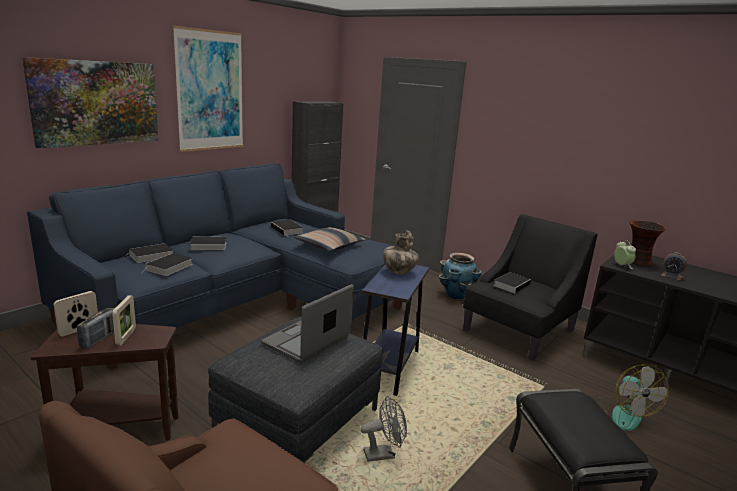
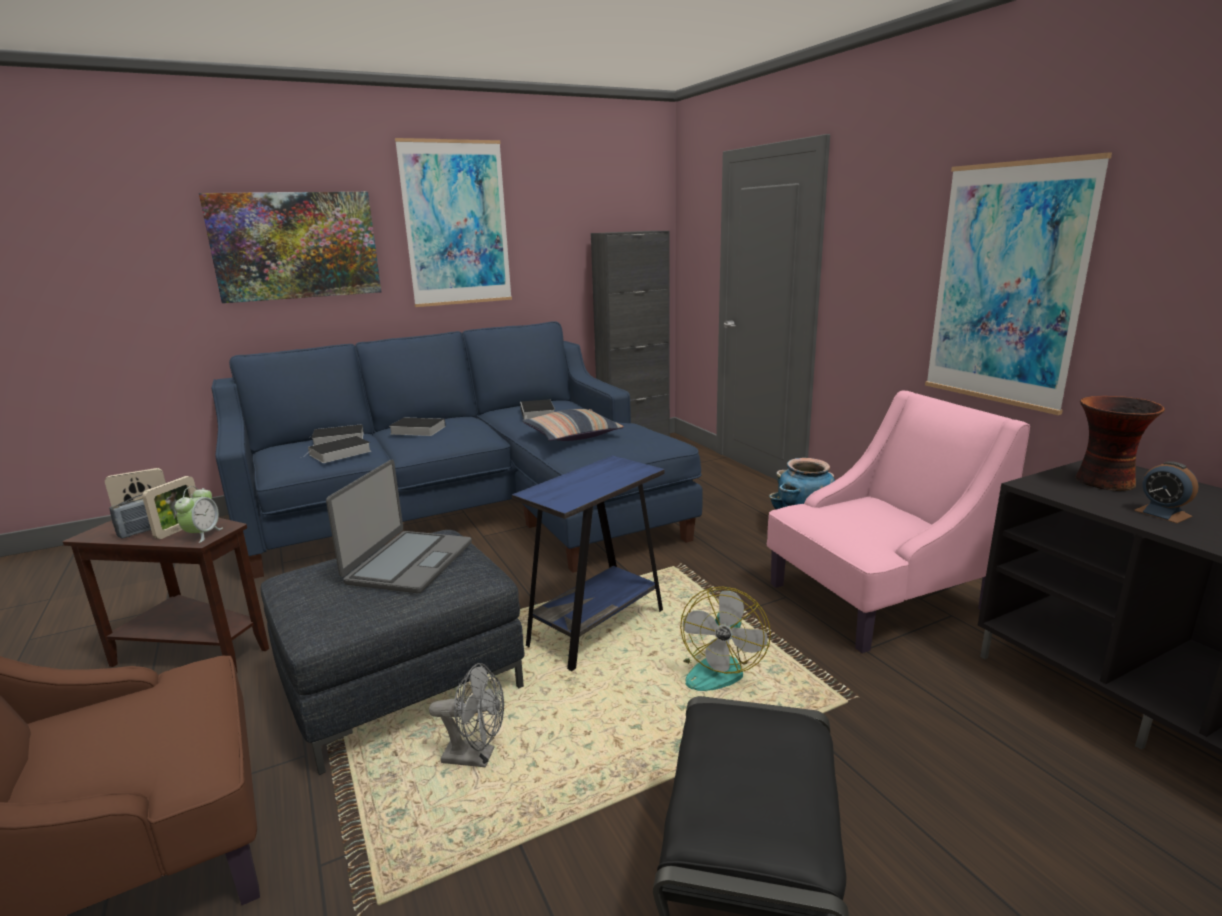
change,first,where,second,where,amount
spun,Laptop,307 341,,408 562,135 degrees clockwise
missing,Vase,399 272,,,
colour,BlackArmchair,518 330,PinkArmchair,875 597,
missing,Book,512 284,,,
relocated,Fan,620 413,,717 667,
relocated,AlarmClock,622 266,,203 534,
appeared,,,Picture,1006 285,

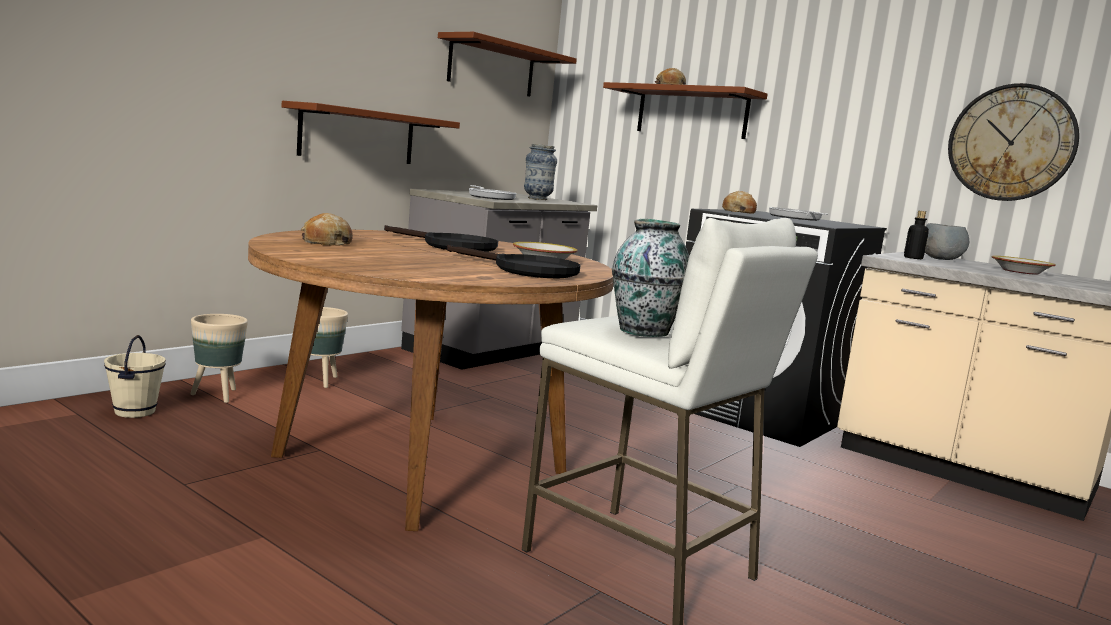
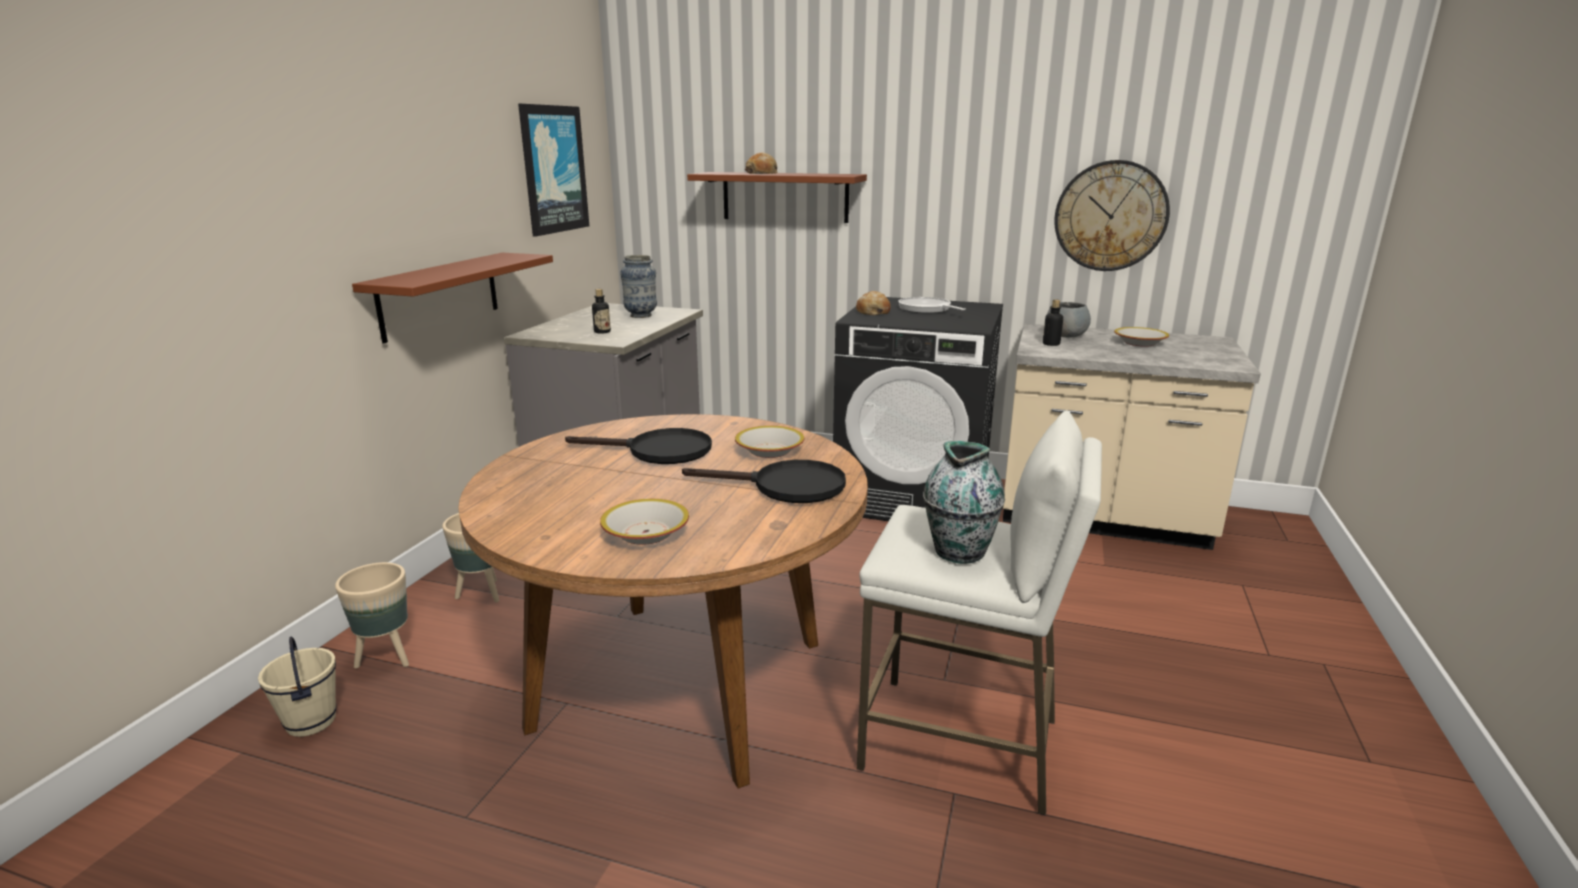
change,first,where,second,where,amount
missing,Bread,326 242,,,
exchanged,BrownShelf,492 67,Picture,553 169,
exchanged,FryingPan,490 197,Bottle,602 332,
appeared,,,Bowl,646 533,

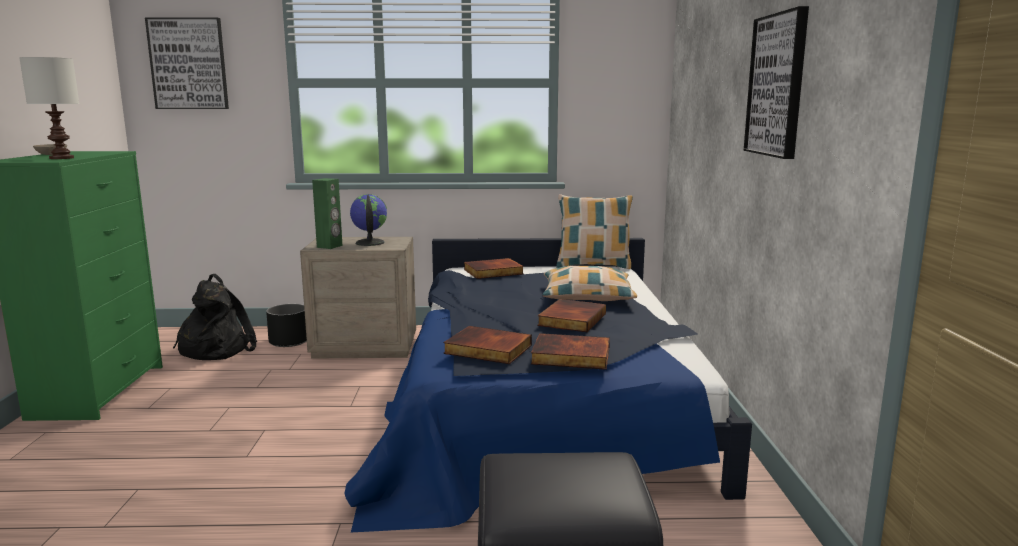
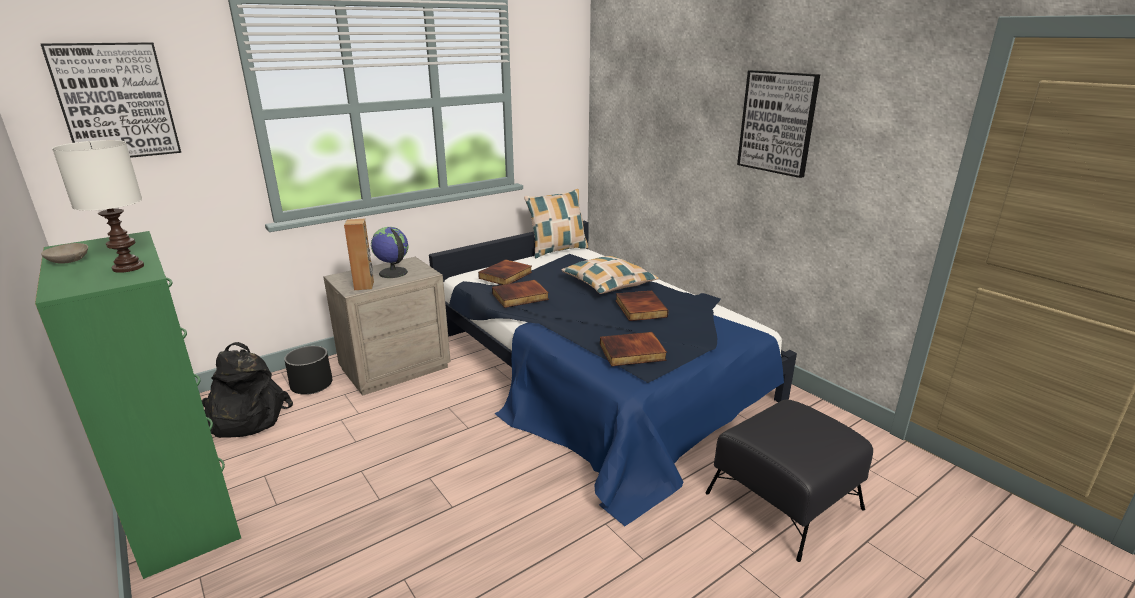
change,first,where,second,where,amount
colour,GreenSpeaker,330 246,BrownSpeaker,364 286,
relocated,Book,570 356,,520 297,

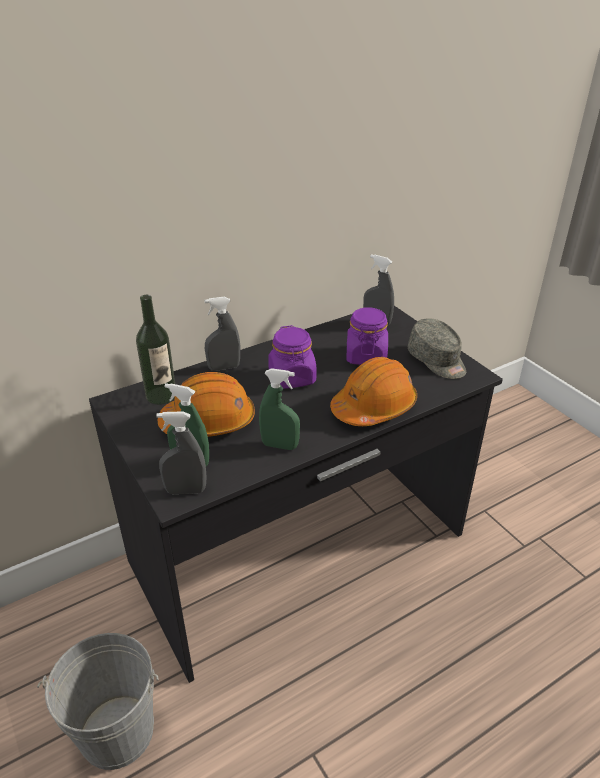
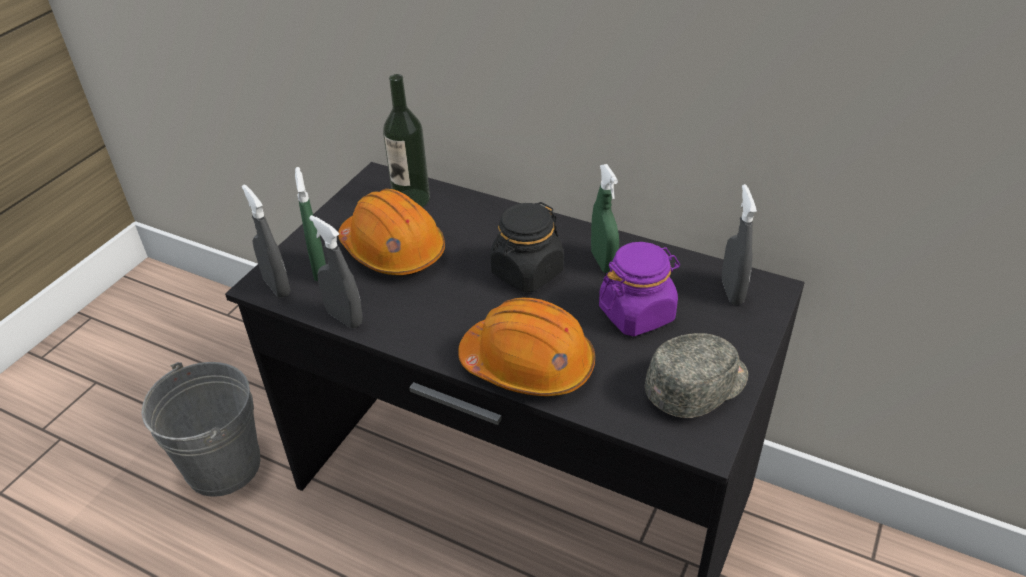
change,first,where,second,where,amount
relocated,GreySprayBottle,224 367,,344 318,
relocated,GreenSprayBottle,280 445,,603 262,
colour,PurpleJar,292 378,BlackJar,527 272,
spun,GreyCap,437 361,,698 387,150 degrees counterclockwise

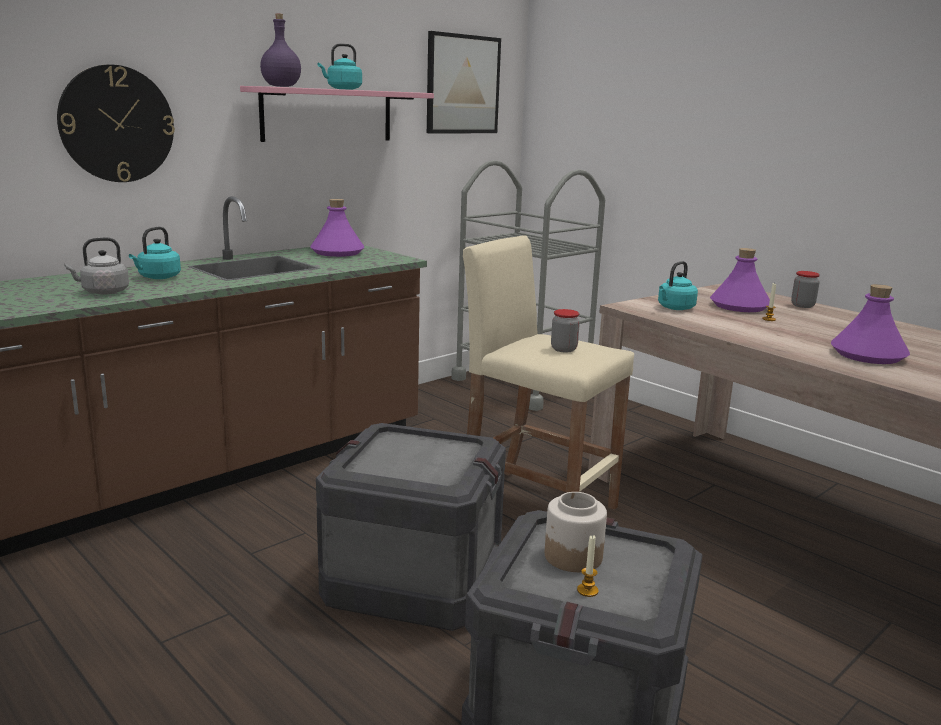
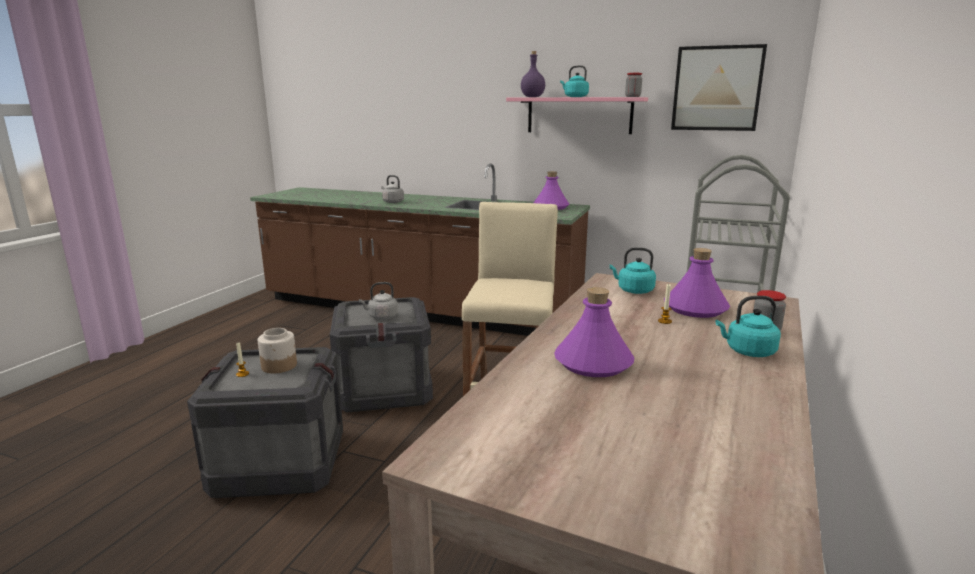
change,first,where,second,where,amount
missing,WallClock,117 124,,,
relocated,TurquoiseKettle,158 277,,747 351,
relocated,Jar,563 349,,632 97,
appeared,,,GreyKettle,381 317,

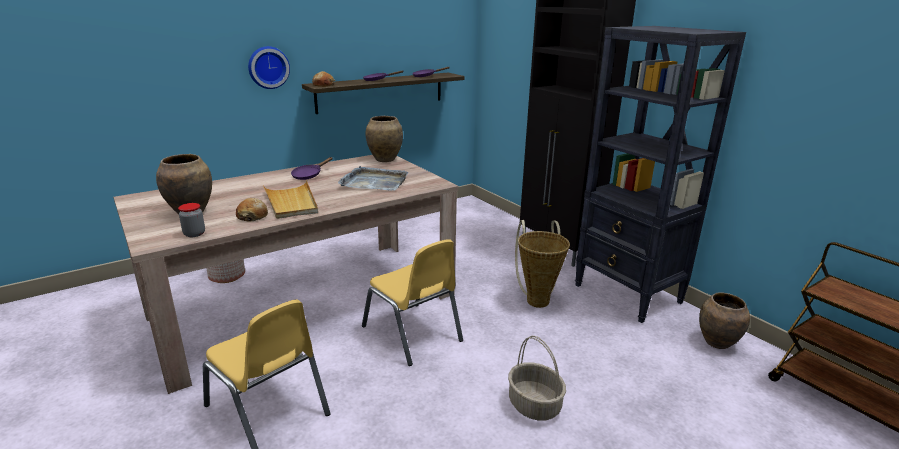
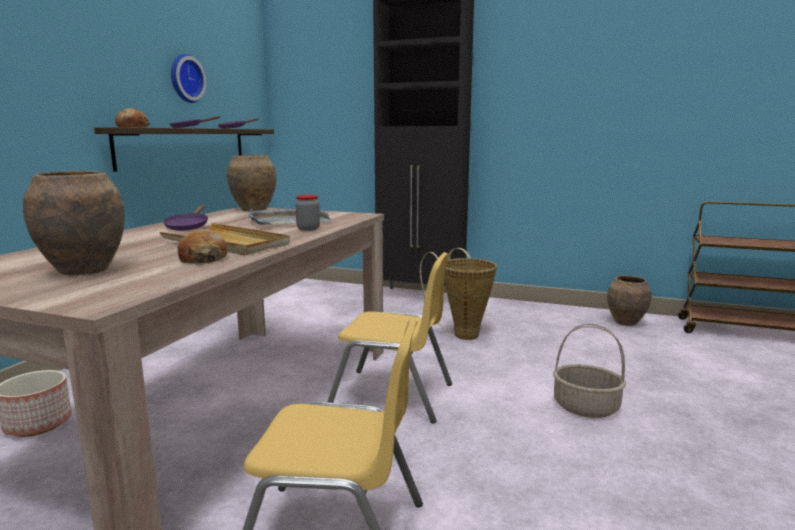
change,first,where,second,where,amount
relocated,Jar,194 234,,308 229,
relocated,WallClock,268 67,,185 78,
missing,BlackBookcase,628 294,,,

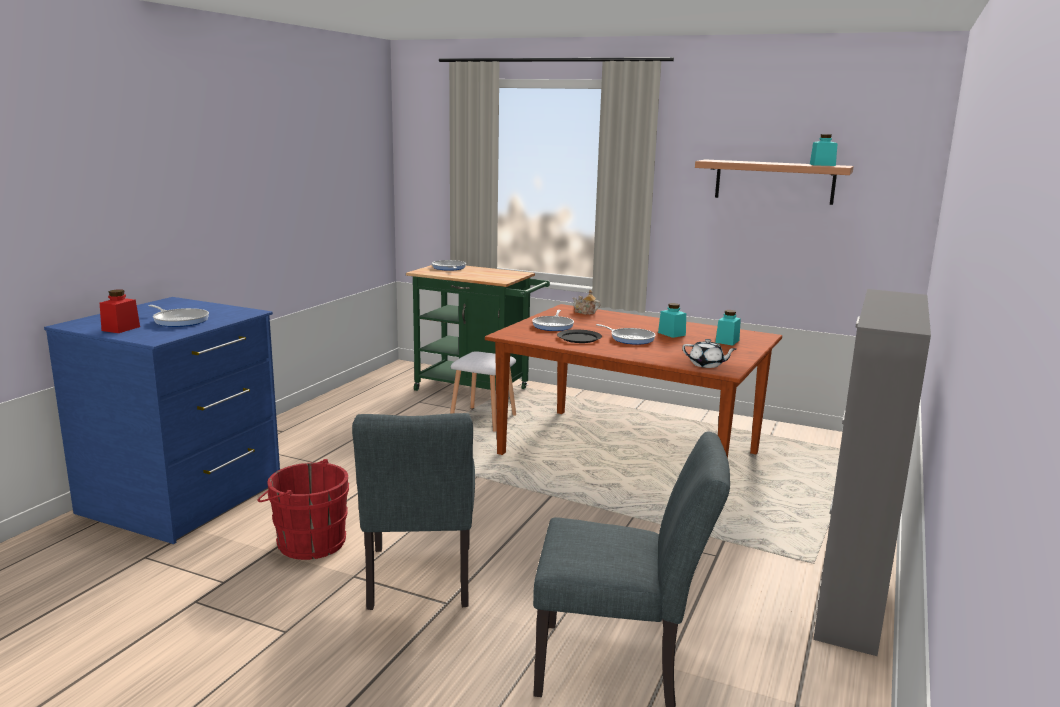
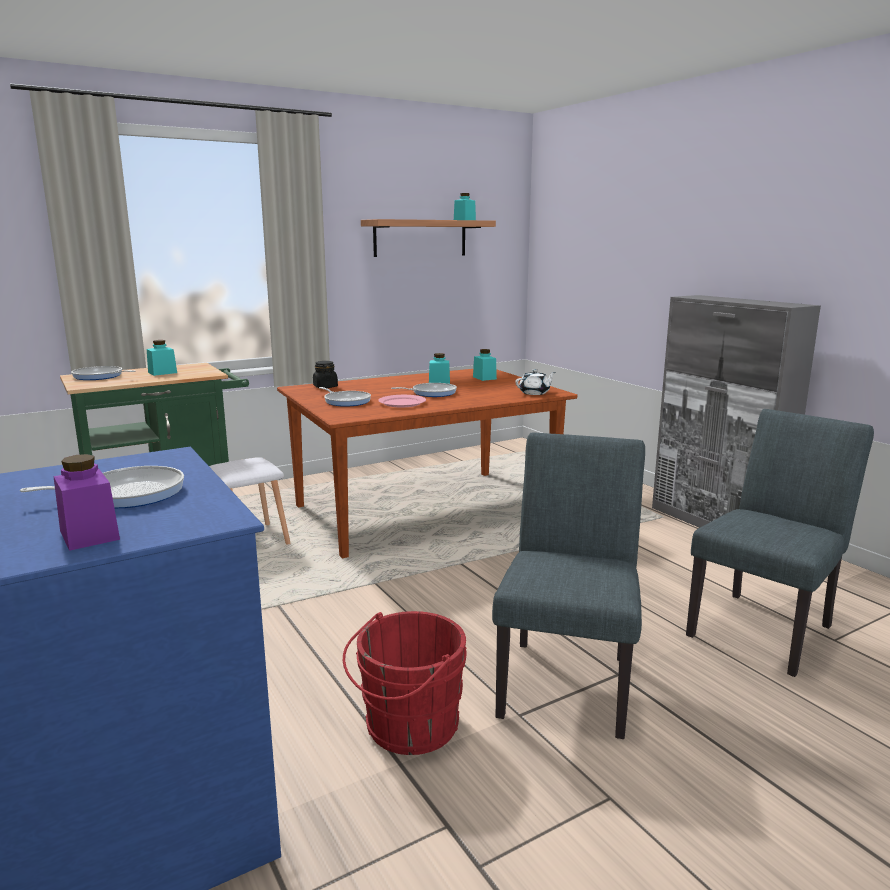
change,first,where,second,where,amount
colour,RedJar,121 328,PurpleJar,89 535,
spun,GreyChair,419 583,,567 678,105 degrees counterclockwise
colour,BlackPlate,579 338,PinkPlate,402 403,
exchanged,Teapot,585 312,BlackJar,325 387,
appeared,,,TurquoiseJar,162 373,

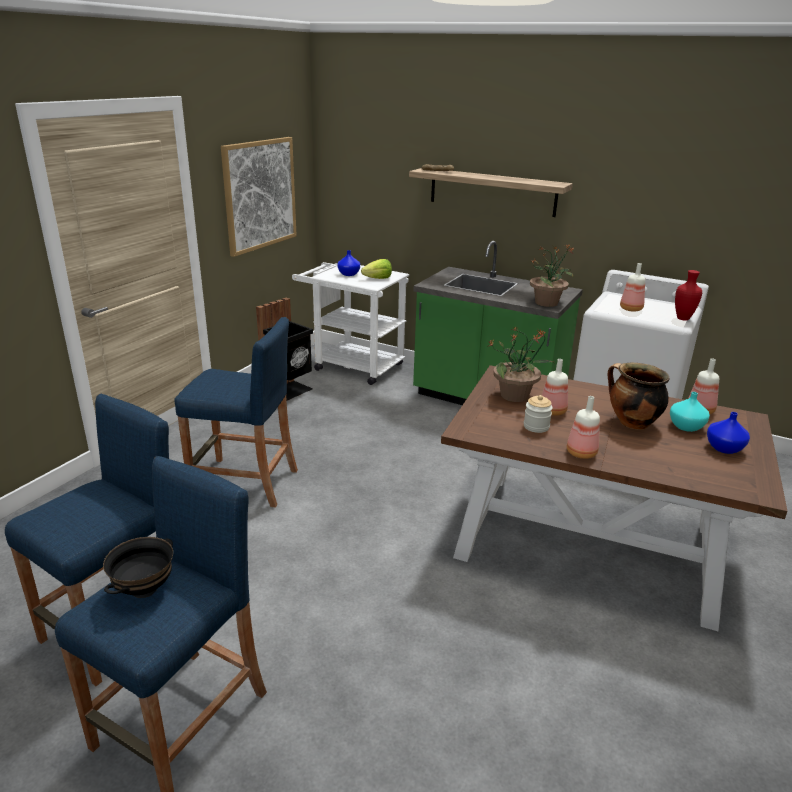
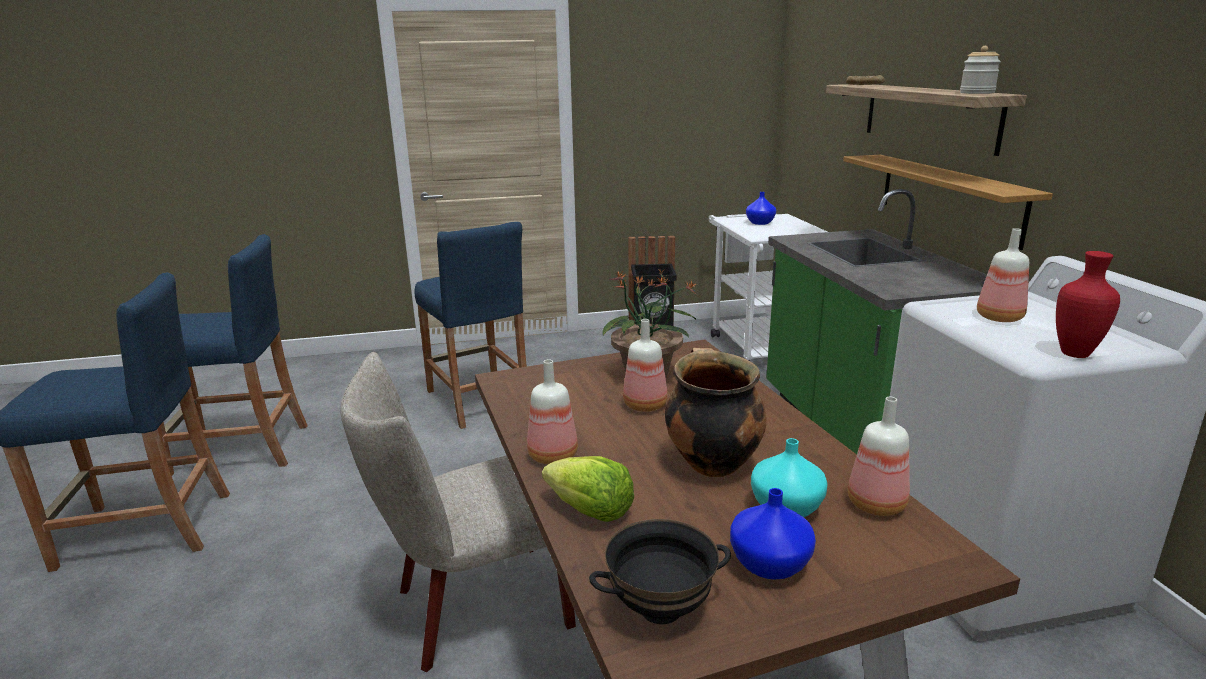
change,first,where,second,where,amount
relocated,BlackBowl,145 590,,660 610,
missing,Picture,260 194,,,
relocated,Lettuce,378 279,,590 511,
relocated,Jar,536 426,,977 93,
missing,PottedPlant,547 303,,,
appeared,,,BeigeChair,471 609,
appeared,,,Shelf,948 197,

